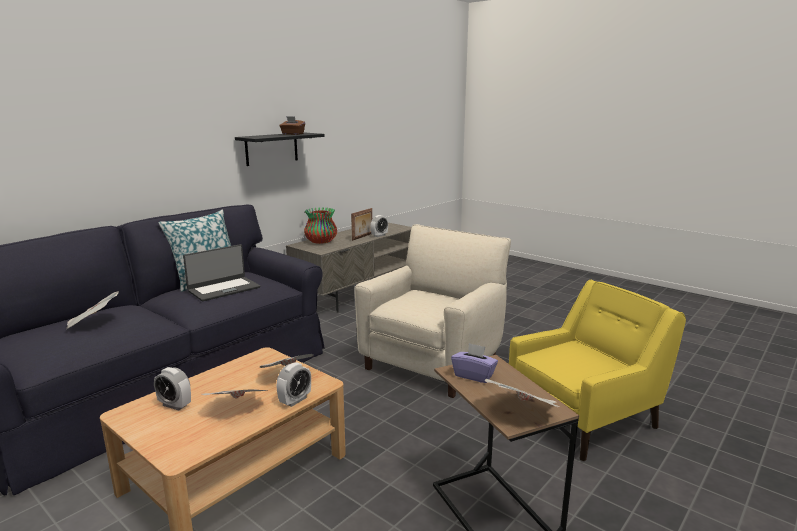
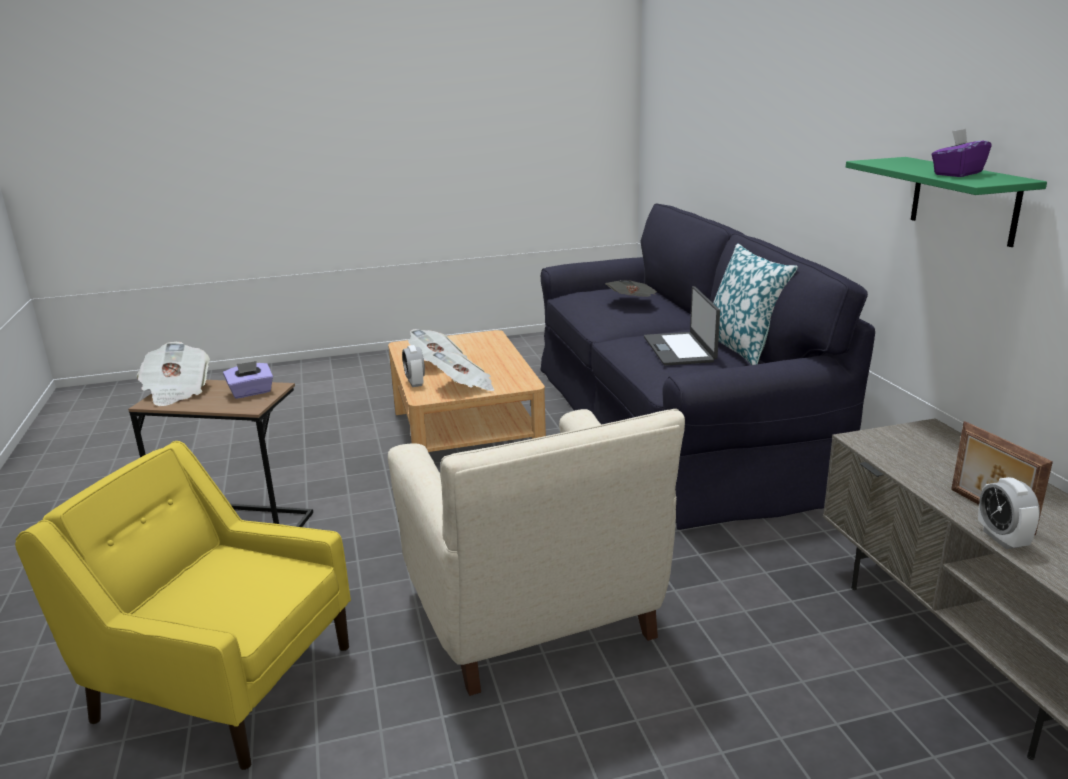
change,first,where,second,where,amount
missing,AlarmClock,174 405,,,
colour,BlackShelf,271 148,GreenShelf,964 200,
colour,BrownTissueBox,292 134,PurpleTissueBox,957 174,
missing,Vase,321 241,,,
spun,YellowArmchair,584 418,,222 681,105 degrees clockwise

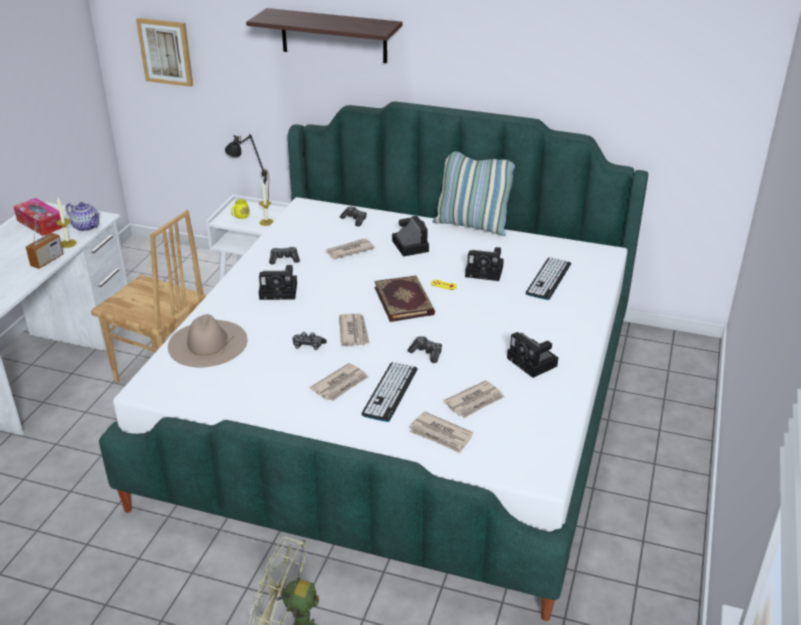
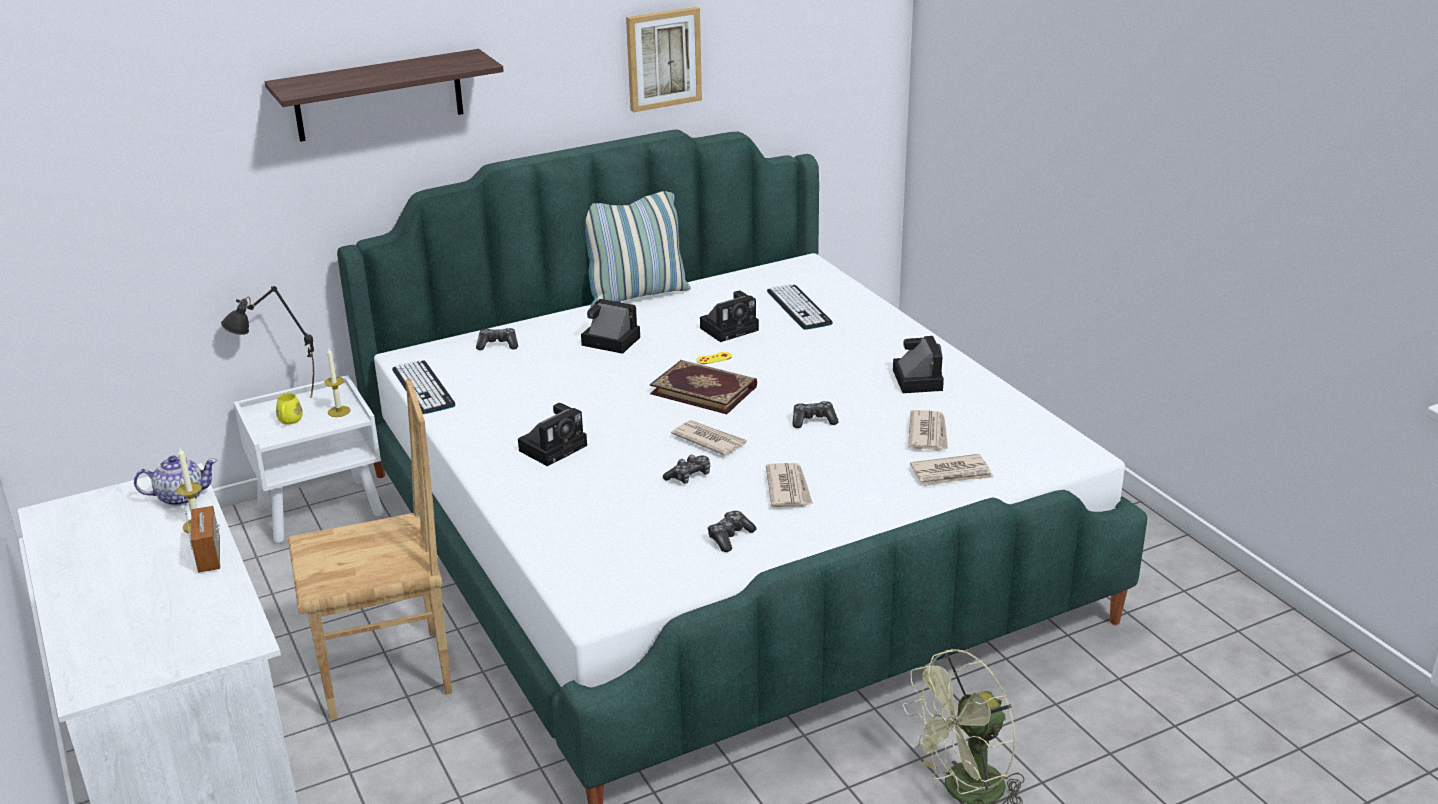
change,first,where,second,where,amount
missing,TissueBox,41 223,,,
relocated,Picture,166 51,,663 58,
missing,BeigeHat,207 343,,,
relocated,GameController,284 259,,730 537,
missing,Newspaper,349 250,,,
relocated,Keyboard,390 392,,423 388,
spun,PhotoCamera,533 363,,916 379,105 degrees counterclockwise

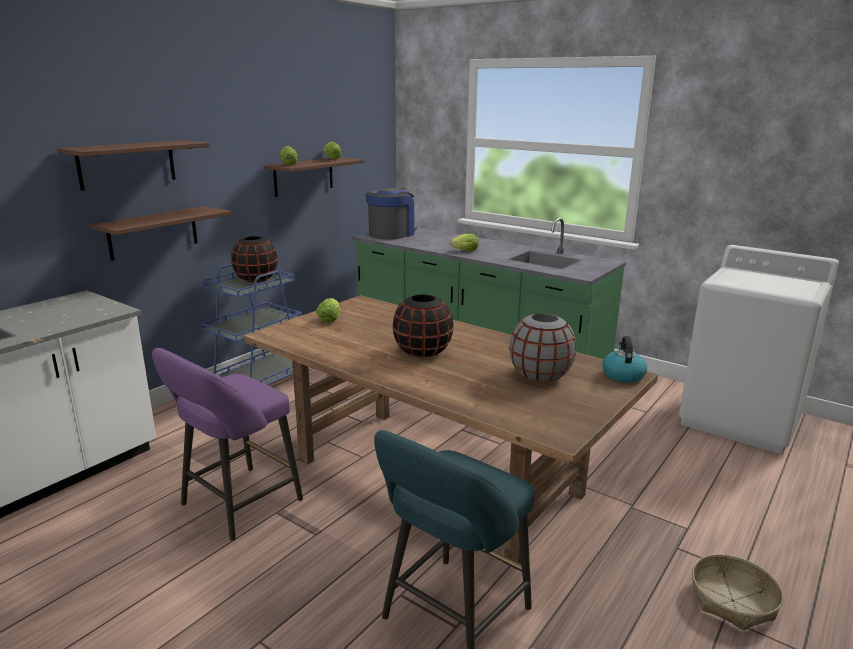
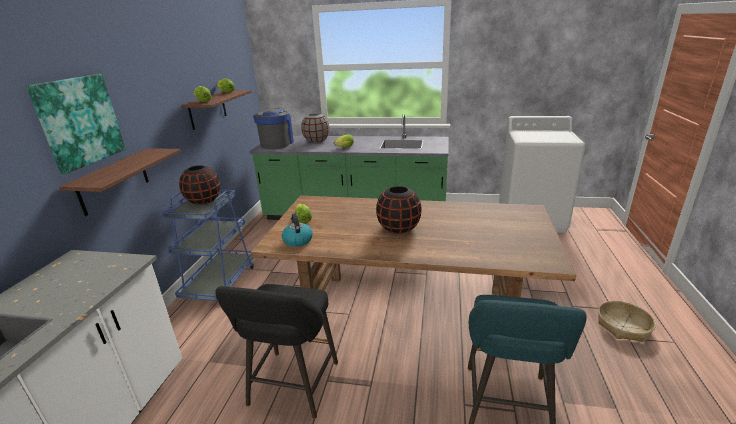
change,first,where,second,where,amount
exchanged,Shelf,127 164,Picture,79 121,
colour,PurpleStool,236 505,BlackStool,292 388,
relocated,GreyVase,540 375,,316 141,
relocated,Kettle,622 375,,297 240,

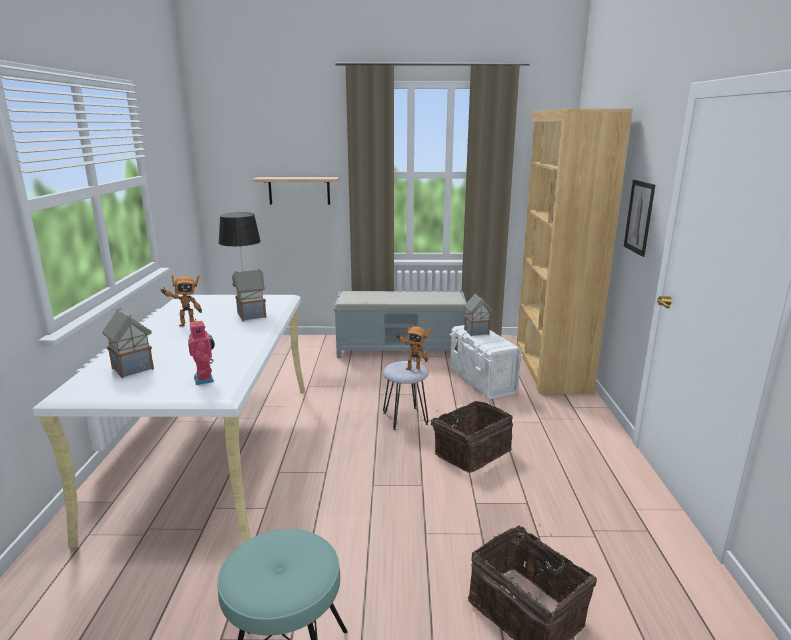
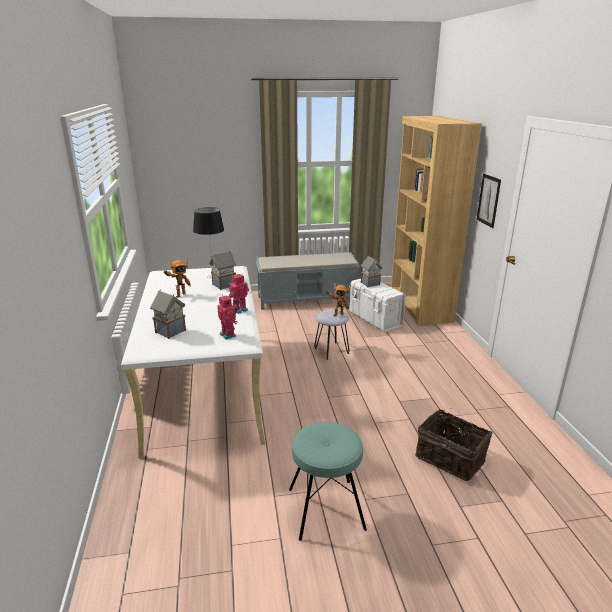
change,first,where,second,where,amount
missing,Shelf,299 190,,,
missing,Basket,470 452,,,
appeared,,,ToyRobot,239 310,

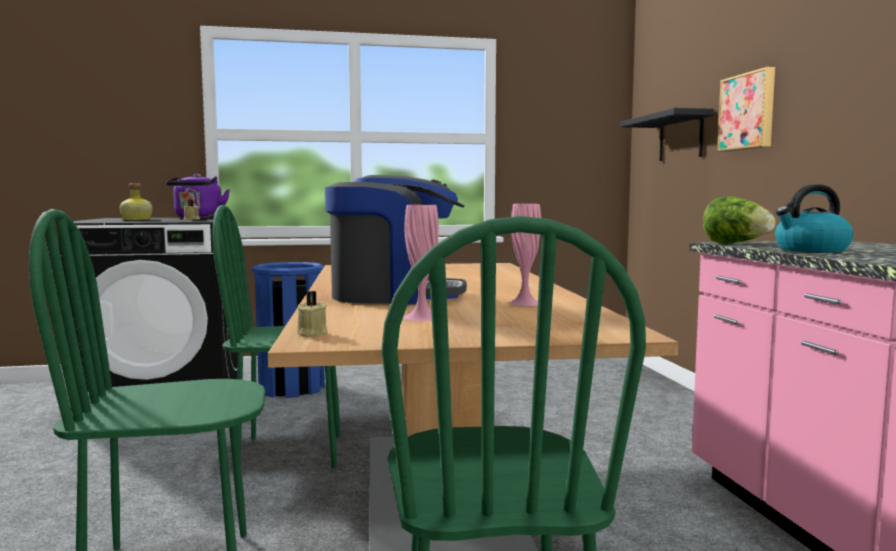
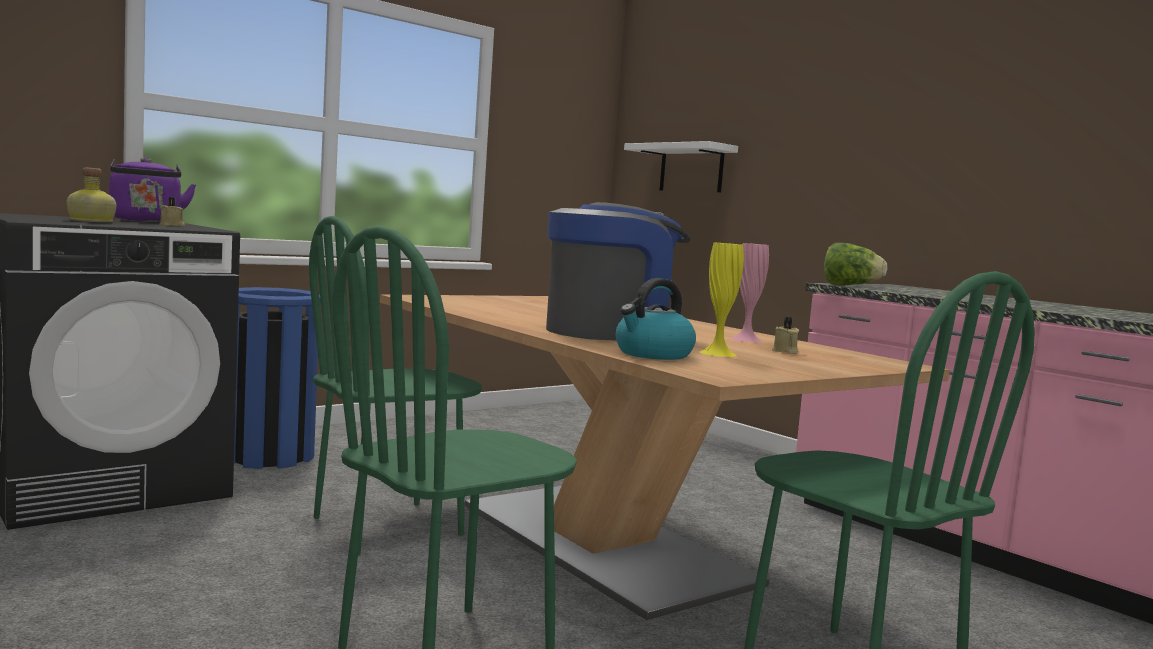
change,first,where,second,where,amount
relocated,BeigeCandle,311 333,,785 351,
colour,PinkVase,422 317,YellowVase,717 353,
colour,BlackShelf,681 137,WhiteShelf,691 169,
missing,Picture,748 111,,,
relocated,Kettle,811 250,,653 354,

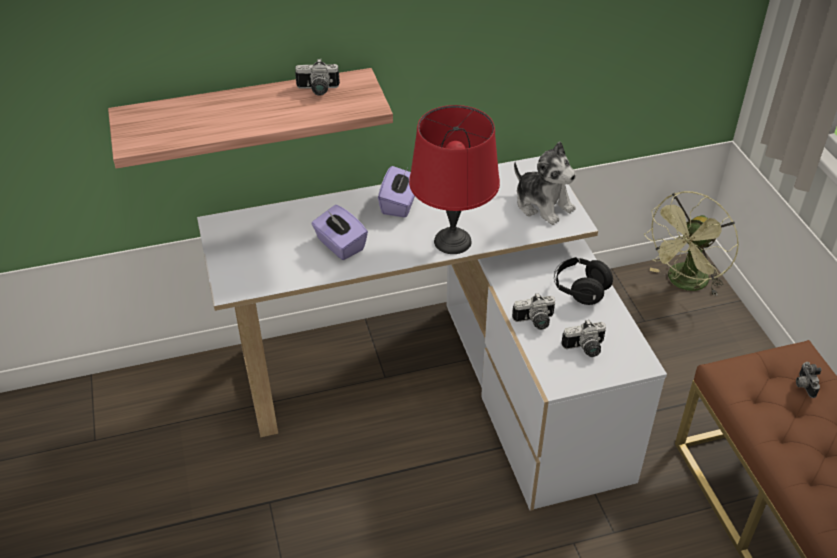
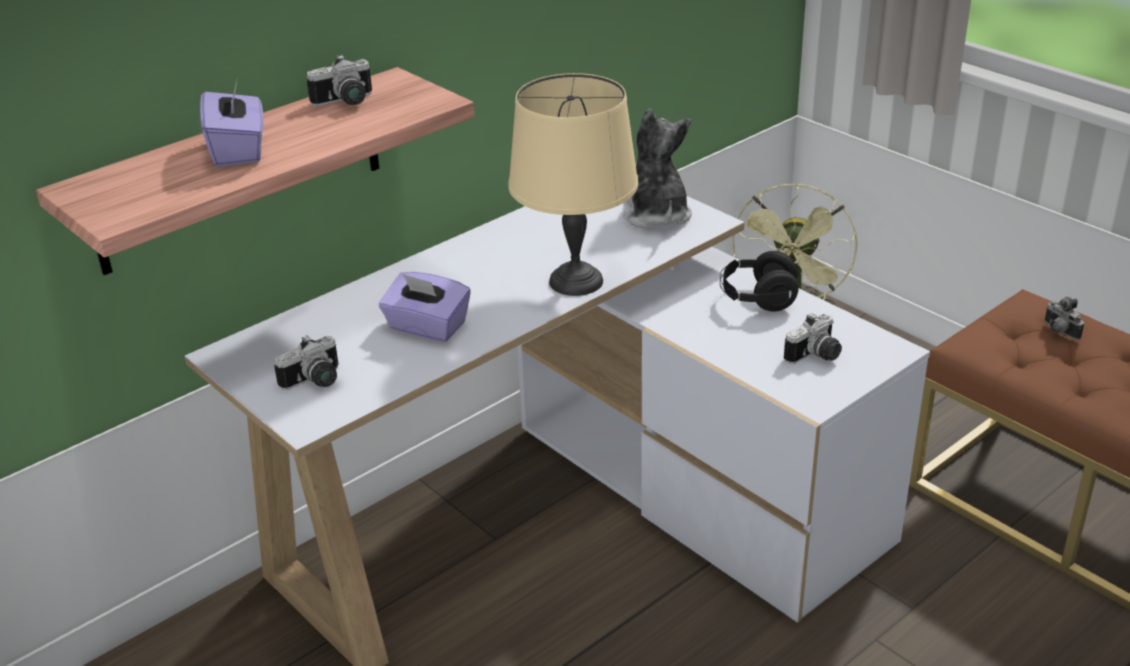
change,first,where,second,where,amount
relocated,PurpleTissueBox,400 204,,238 150,
colour,RedTableLamp,452 242,BeigeTableLamp,576 282,
relocated,PhotoCamera,535 322,,315 382,
spun,PlushToy,543 205,,656 214,120 degrees counterclockwise

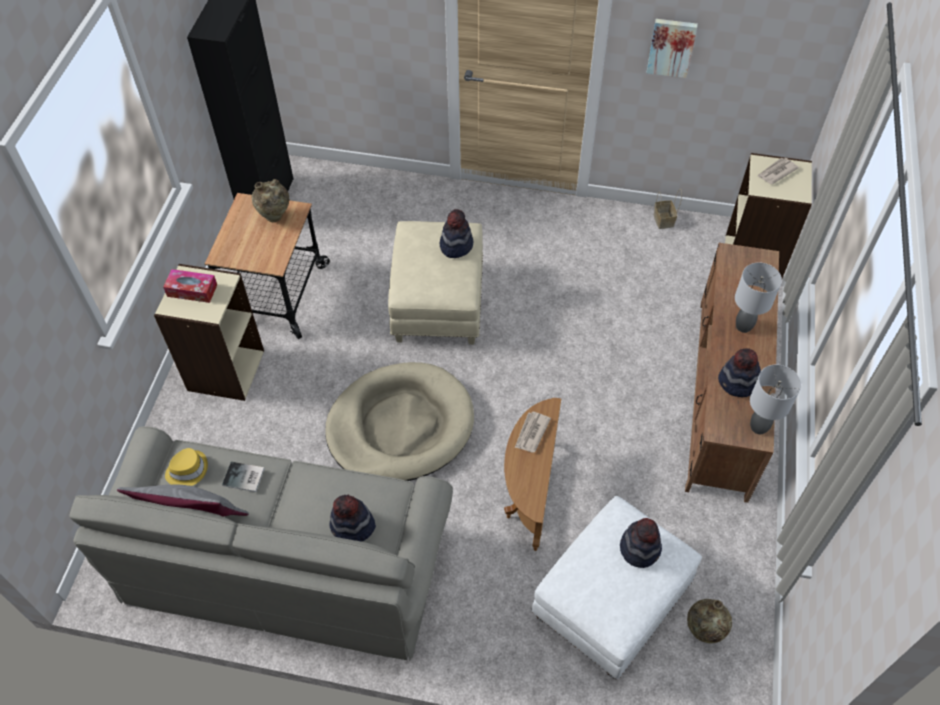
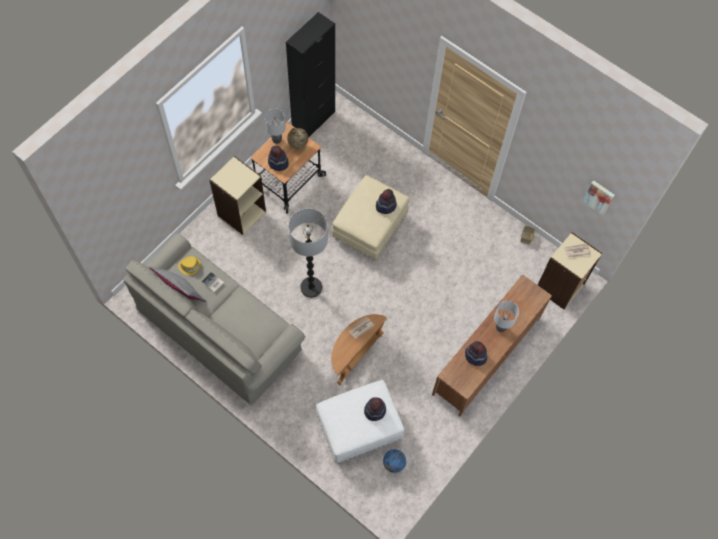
change,first,where,second,where,amount
missing,TissueBox,192 290,,,
exchanged,BeigeDogBed,400 426,FloorLamp,311 287,
relocated,Hat,352 526,,278 163,
relocated,Picture,671 47,,599 197,
colour,BeigeVase,703 632,BlueVase,393 465,
relocated,GreyTableLamp,758 426,,277 140,

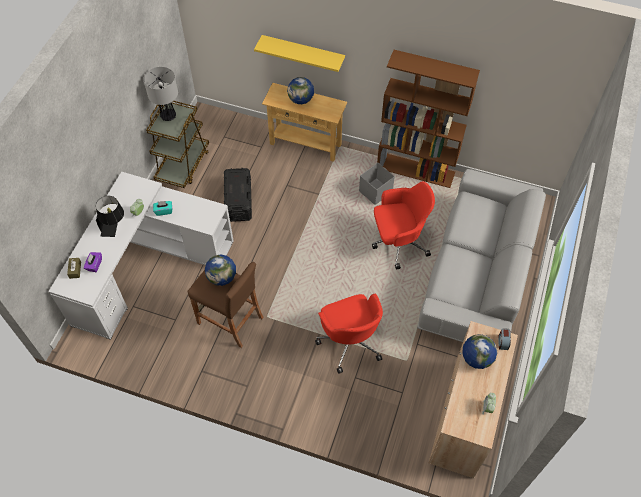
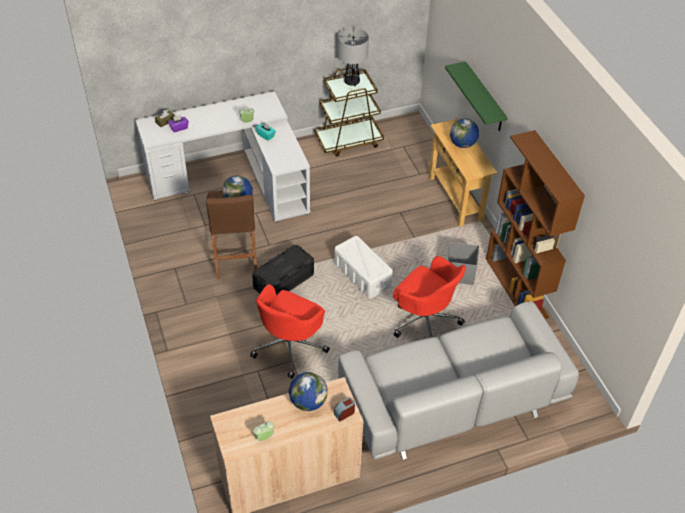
change,first,where,second,where,amount
missing,BlackTableLamp,114 227,,,
relocated,BlackStorageBox,238 201,,284 281,
colour,YellowShelf,303 53,GreenShelf,484 98,
appeared,,,WhiteStorageBox,362 275,

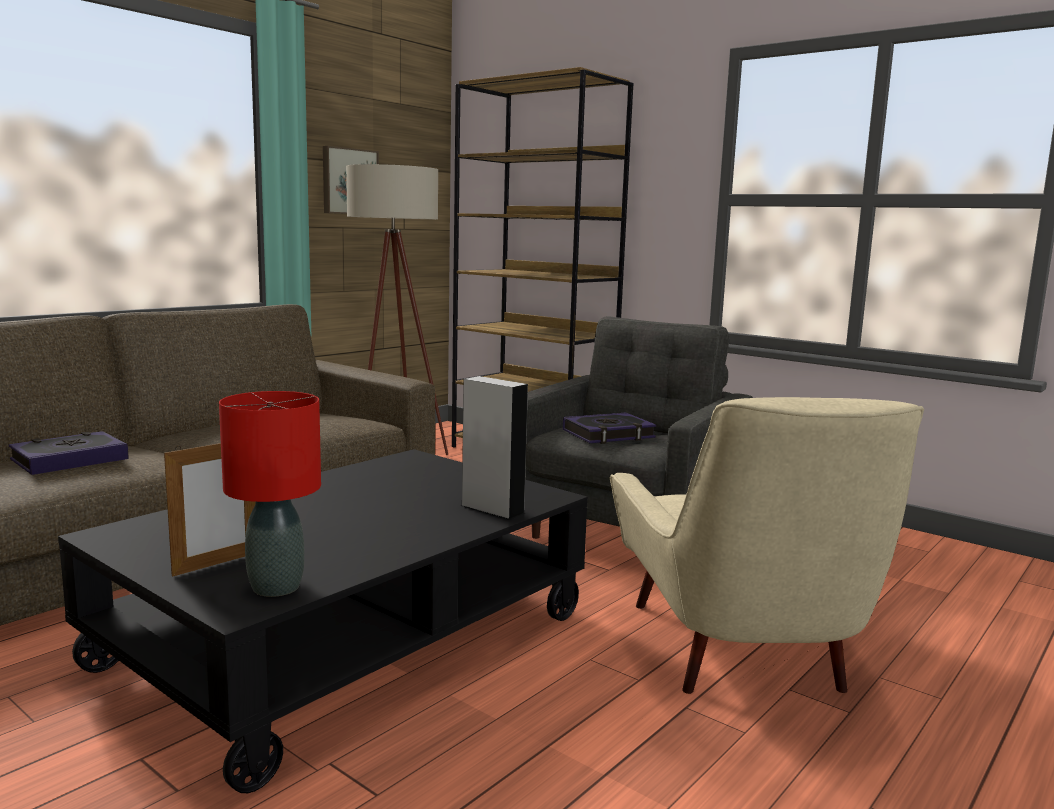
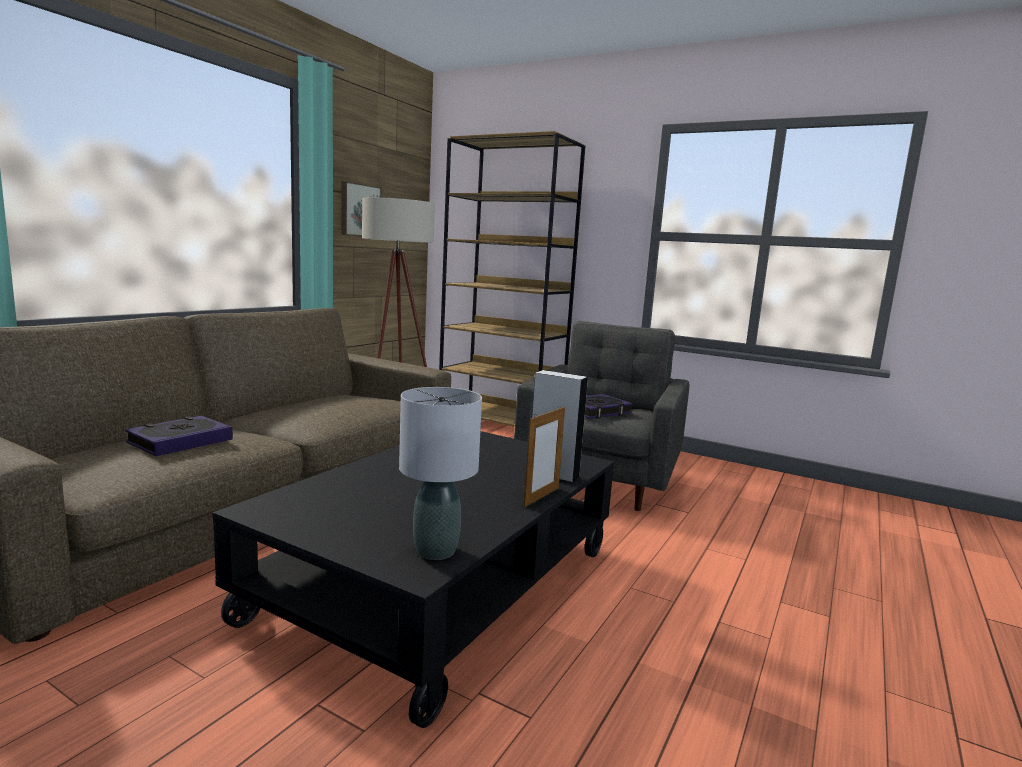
change,first,where,second,where,amount
relocated,PictureFrame,217 563,,541 497,
colour,RedTableLamp,275 587,GreyTableLamp,435 551,
missing,BeigeArmchair,744 656,,,

